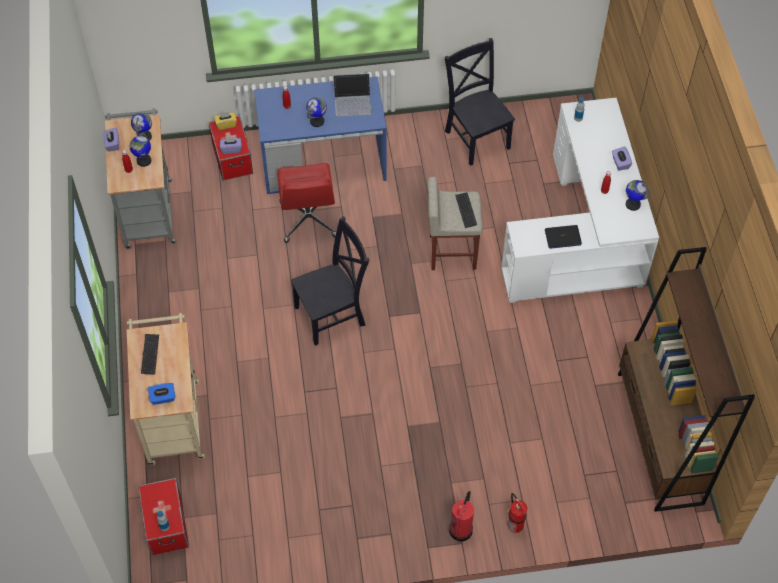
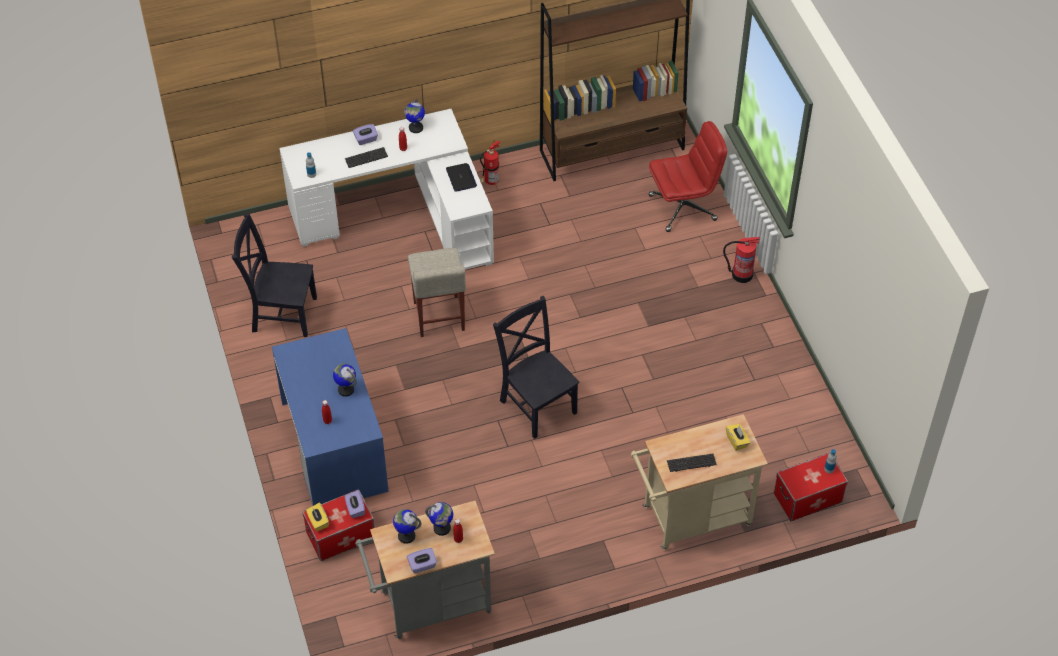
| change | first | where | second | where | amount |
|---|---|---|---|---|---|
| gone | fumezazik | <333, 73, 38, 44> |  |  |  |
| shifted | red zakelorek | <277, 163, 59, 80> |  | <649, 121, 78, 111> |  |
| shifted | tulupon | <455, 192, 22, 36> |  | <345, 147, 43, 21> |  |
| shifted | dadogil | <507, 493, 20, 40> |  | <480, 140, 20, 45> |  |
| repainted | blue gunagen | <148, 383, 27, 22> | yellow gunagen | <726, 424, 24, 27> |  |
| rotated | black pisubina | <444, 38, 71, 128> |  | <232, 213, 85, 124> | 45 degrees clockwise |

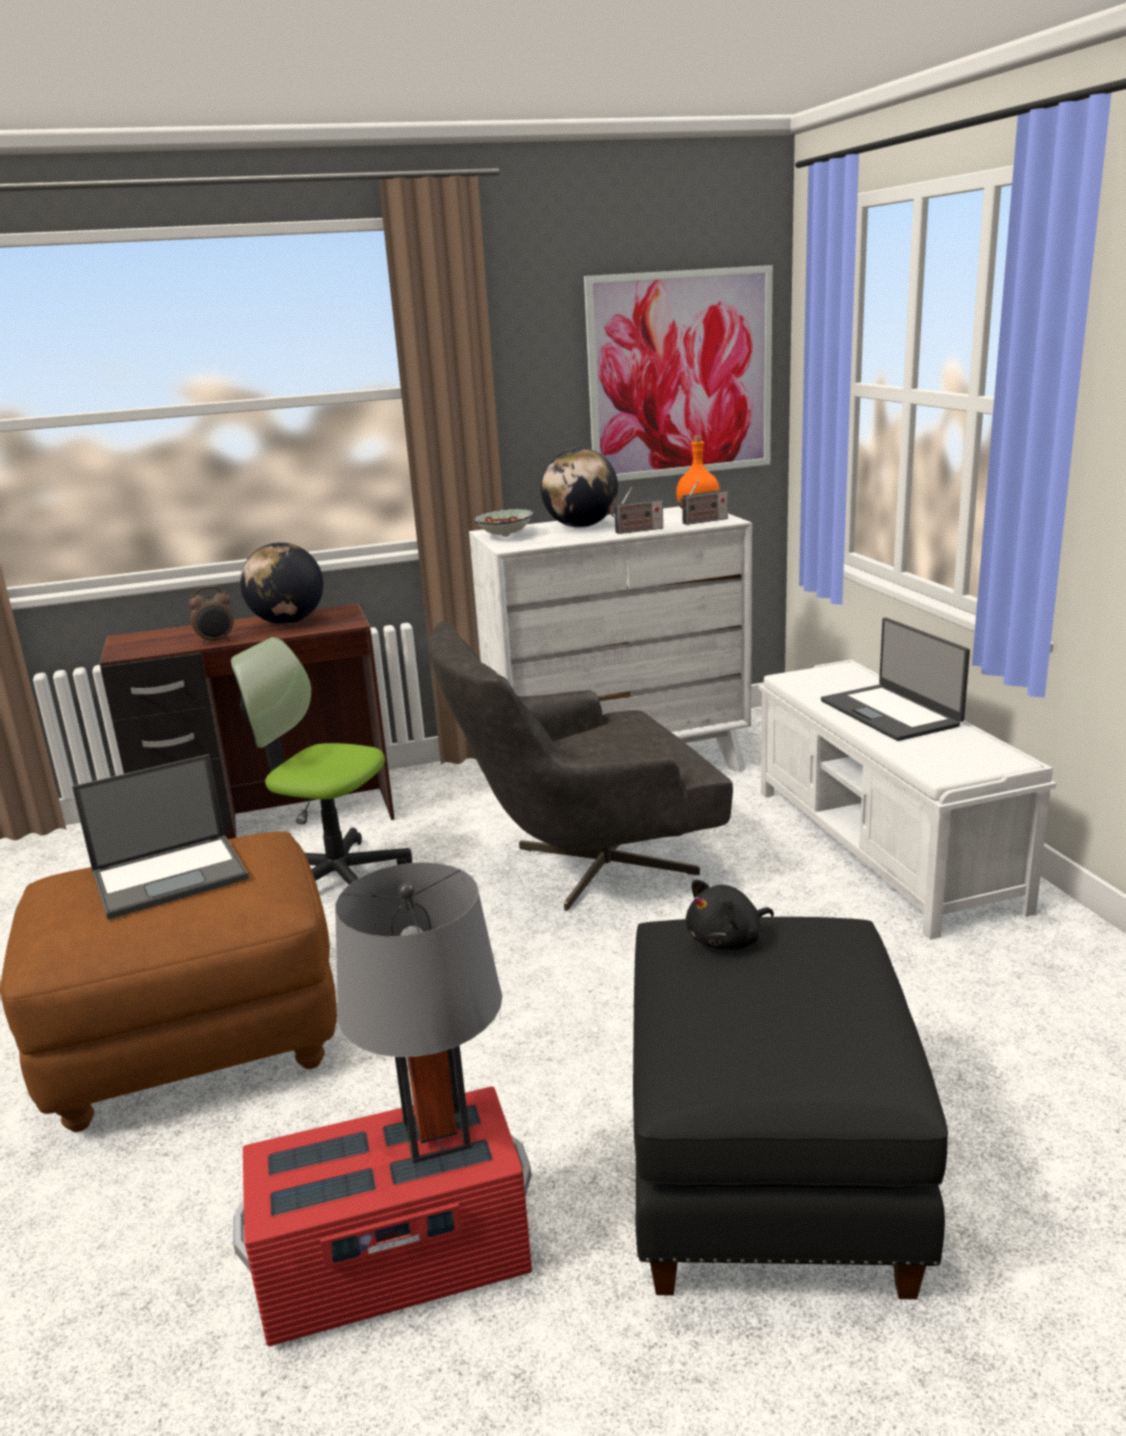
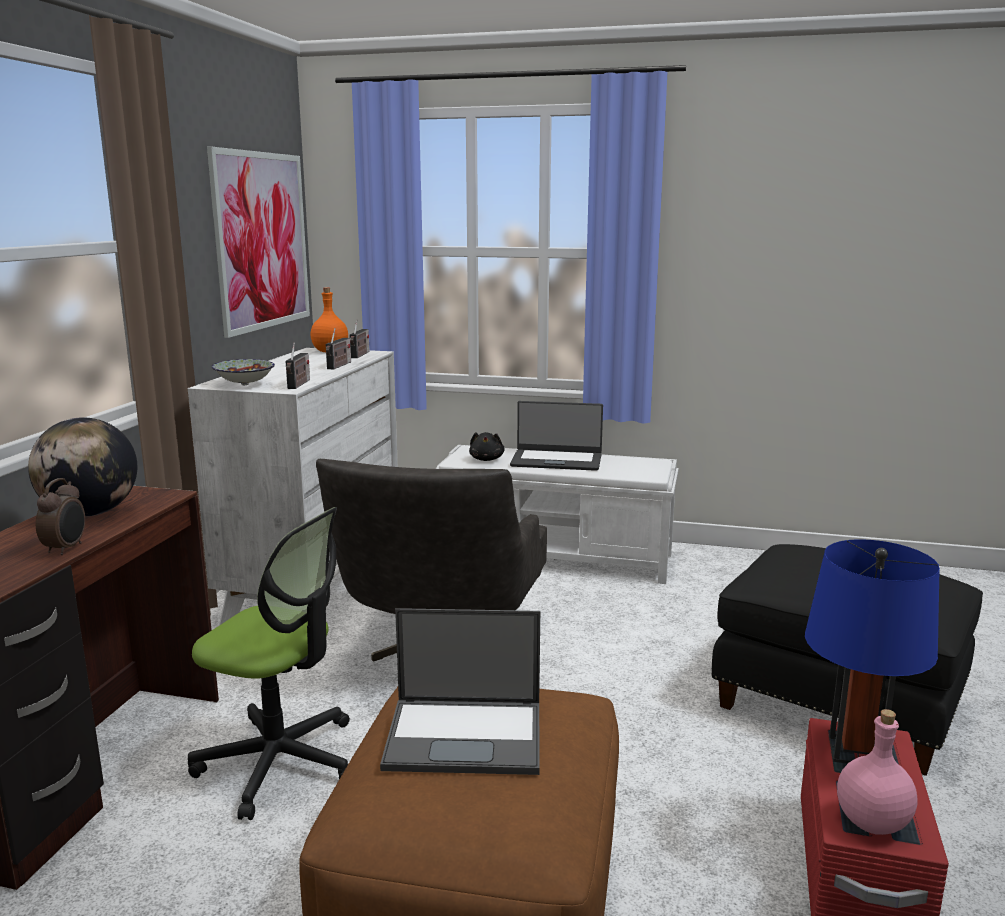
| change | first | where | second | where | amount |
|---|---|---|---|---|---|
| gone | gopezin | <540, 448, 78, 80> |  |  |  |
| new |  |  | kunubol | <285, 343, 25, 46> |  |
| new |  |  | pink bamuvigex | <837, 709, 81, 126> |  |
| shifted | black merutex | <686, 879, 88, 71> |  | <469, 432, 36, 29> |  |
| repainted | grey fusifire | <335, 862, 167, 301> | blue fusifire | <805, 539, 135, 225> |  |
| rotated | fumezazik | <72, 754, 177, 166> |  | <380, 608, 160, 167> | 90 degrees clockwise |
| rotated | zakelorek | <230, 637, 182, 248> |  | <188, 507, 162, 313> | 120 degrees counterclockwise |

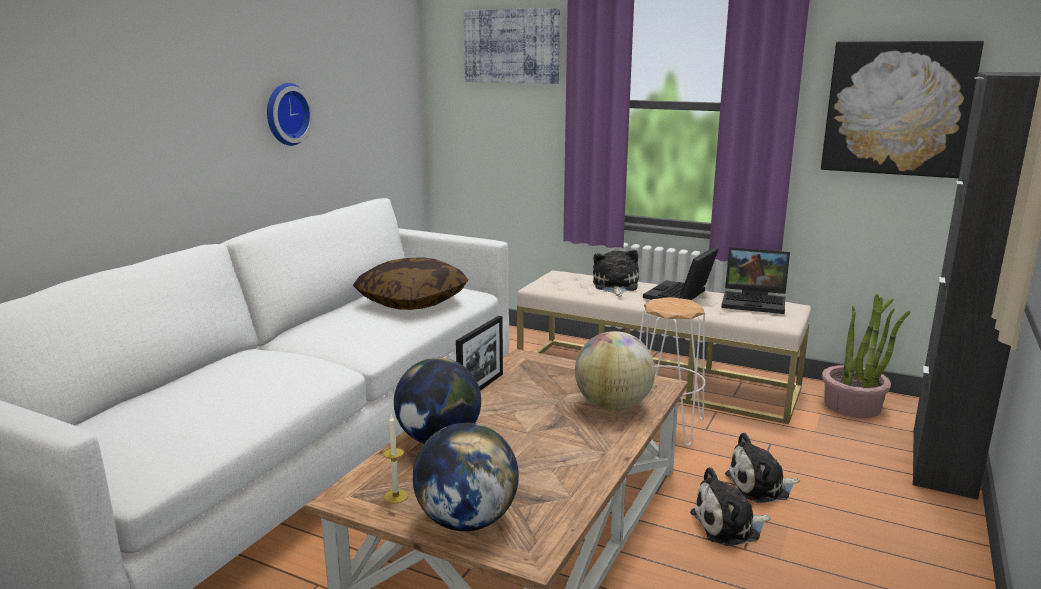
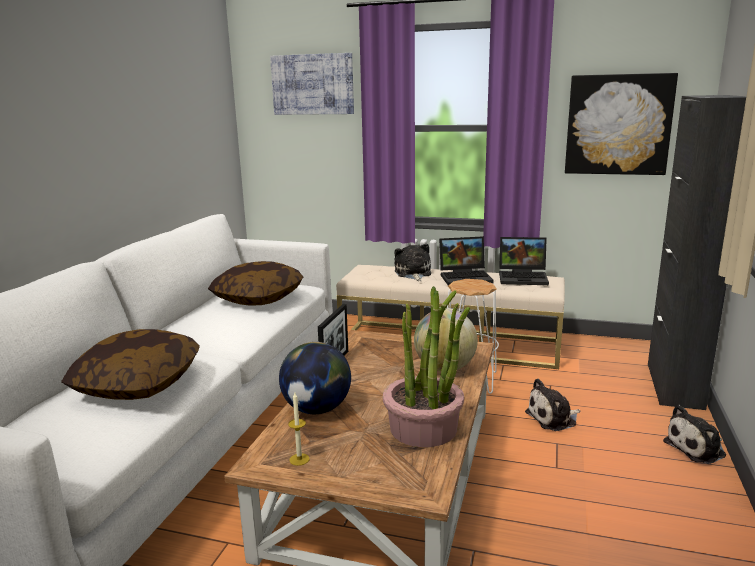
| change | first | where | second | where | amount |
|---|---|---|---|---|---|
| gone | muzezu | <267, 83, 47, 63> |  |  |  |
| gone | gopezin | <413, 423, 106, 108> |  |  |  |
| new |  |  | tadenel | <61, 329, 139, 71> |  |
| shifted | merutex | <690, 467, 81, 79> |  | <663, 405, 63, 59> |  |
| shifted | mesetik | <822, 294, 89, 124> |  | <383, 286, 87, 161> |  |
| rotated | fumezazik | <643, 246, 76, 54> |  | <439, 236, 55, 50> | 120 degrees counterclockwise |

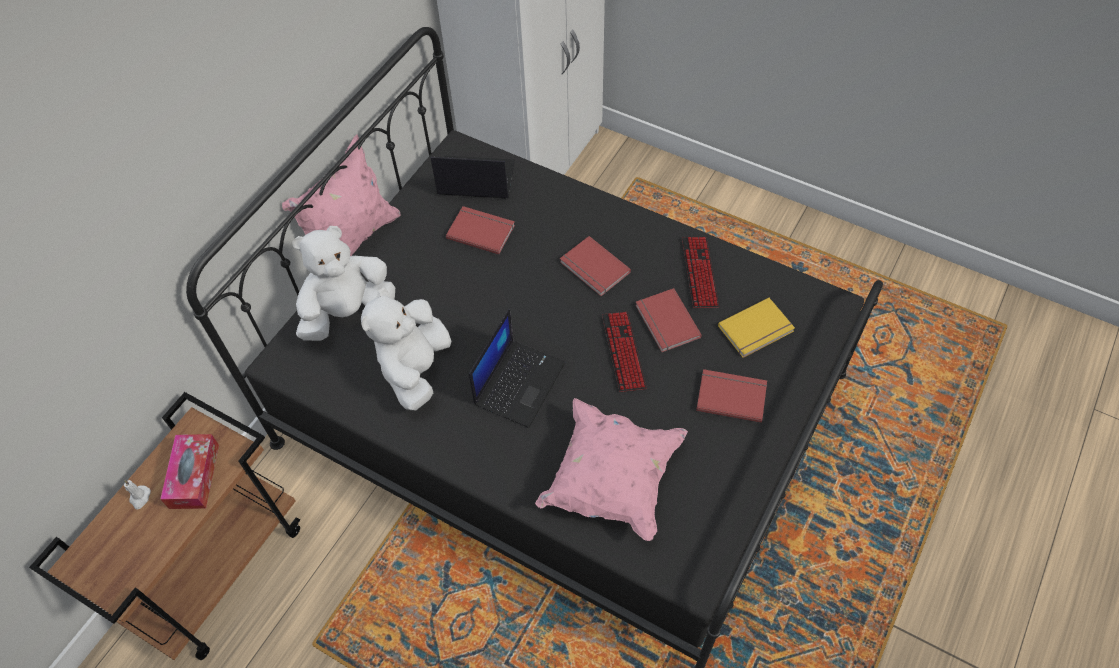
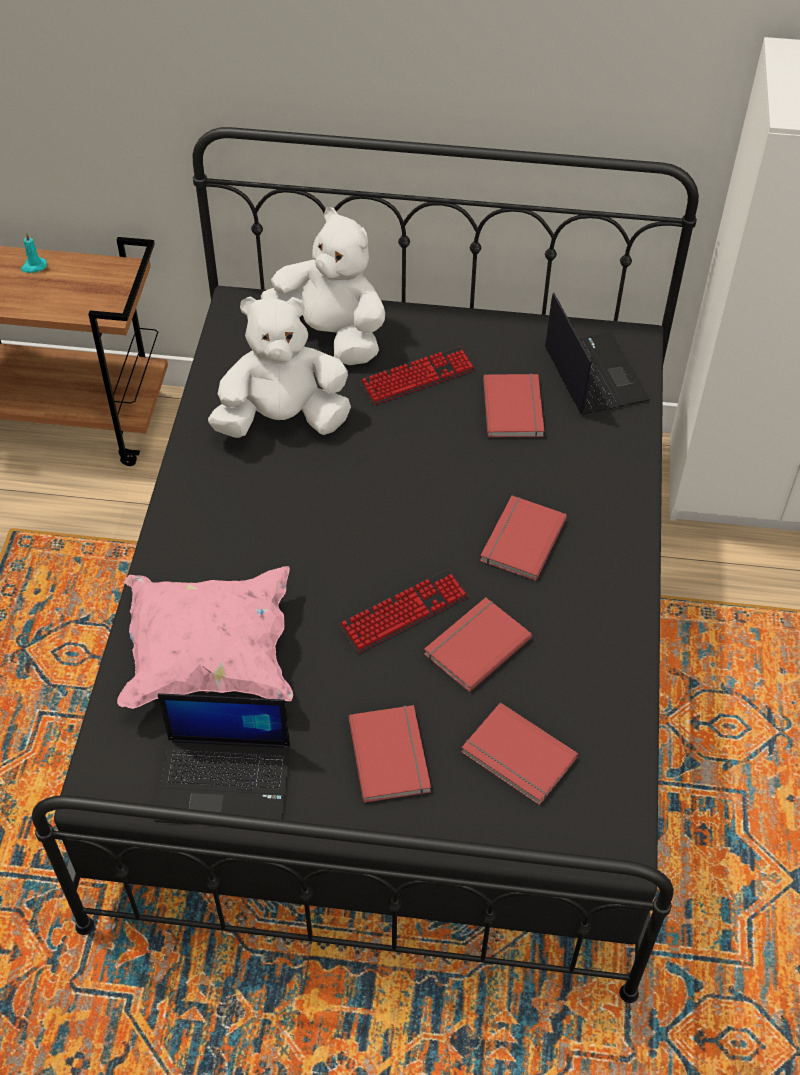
| change | first | where | second | where | amount |
|---|---|---|---|---|---|
| gone | gunagen | <160, 434, 59, 75> |  |  |  |
| gone | pink tadenel | <282, 135, 118, 121> |  |  |  |
| shifted | fumezazik | <469, 309, 96, 119> |  | <154, 693, 136, 132> |  |
| shifted | tulupon | <682, 237, 37, 71> |  | <359, 346, 117, 59> |  |
| repainted | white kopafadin | <124, 480, 27, 30> | turquoise kopafadin | <21, 233, 26, 40> |  |
| repainted | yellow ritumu | <718, 298, 77, 60> | red ritumu | <461, 703, 117, 102> |  |

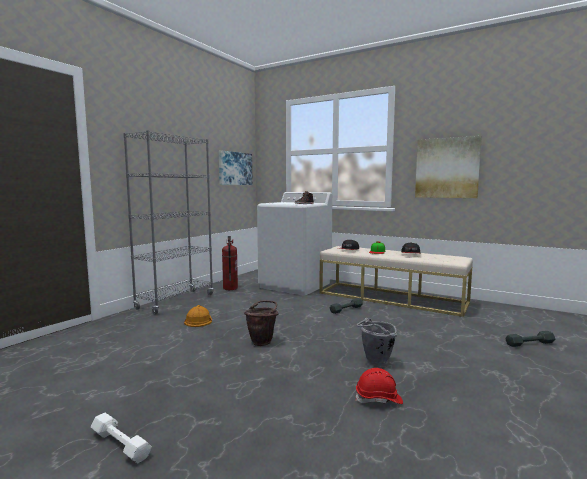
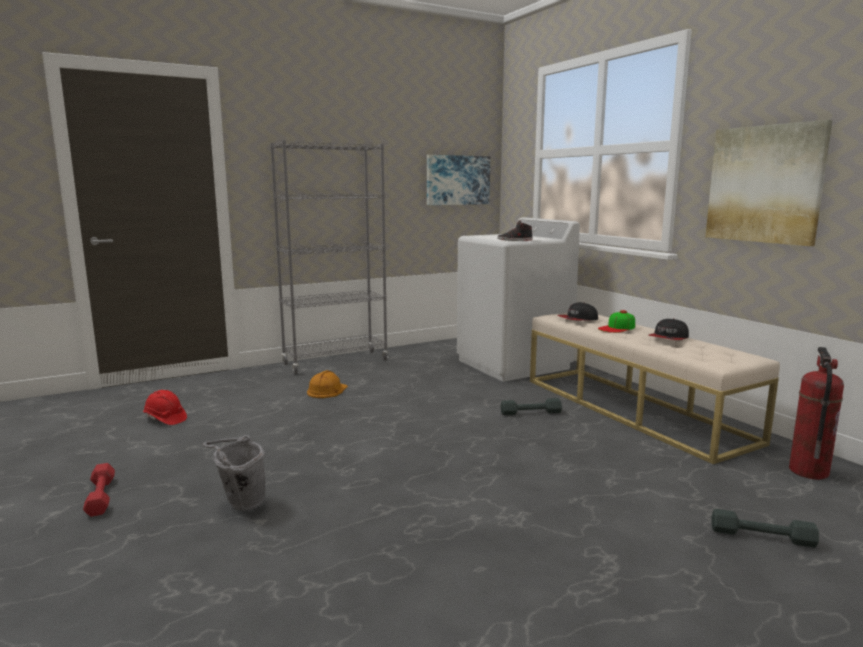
| change | first | where | second | where | amount |
|---|---|---|---|---|---|
| gone | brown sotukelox | <244, 300, 35, 46> |  |  |  |
| shifted | dadogil | <222, 236, 16, 54> |  | <789, 347, 55, 133> |  |
| shifted | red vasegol | <355, 368, 48, 36> |  | <143, 390, 44, 35> |  |
| shifted | grey sotukelox | <357, 318, 40, 47> |  | <203, 435, 62, 75> |  |
| repainted | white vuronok | <91, 413, 61, 51> | red vuronok | <83, 463, 32, 54> |  |

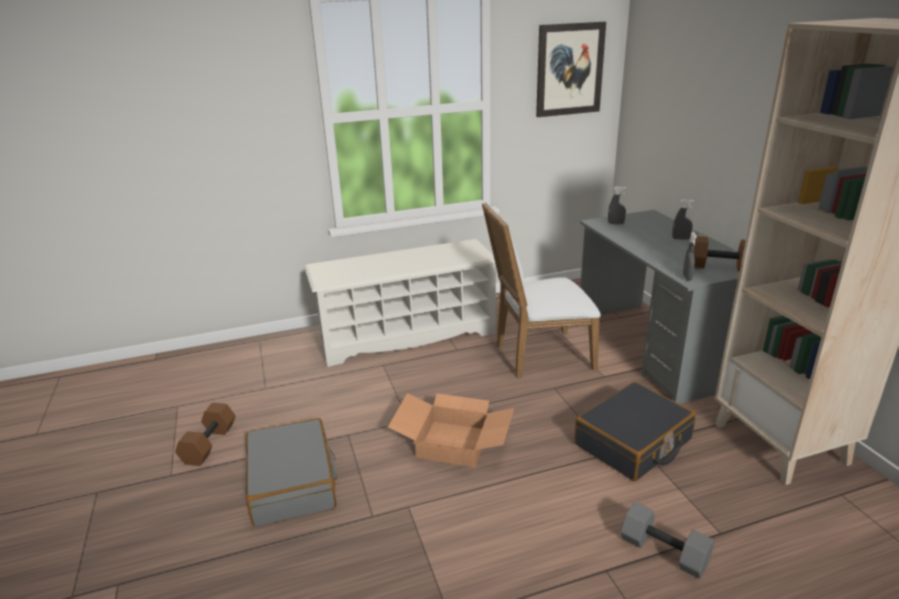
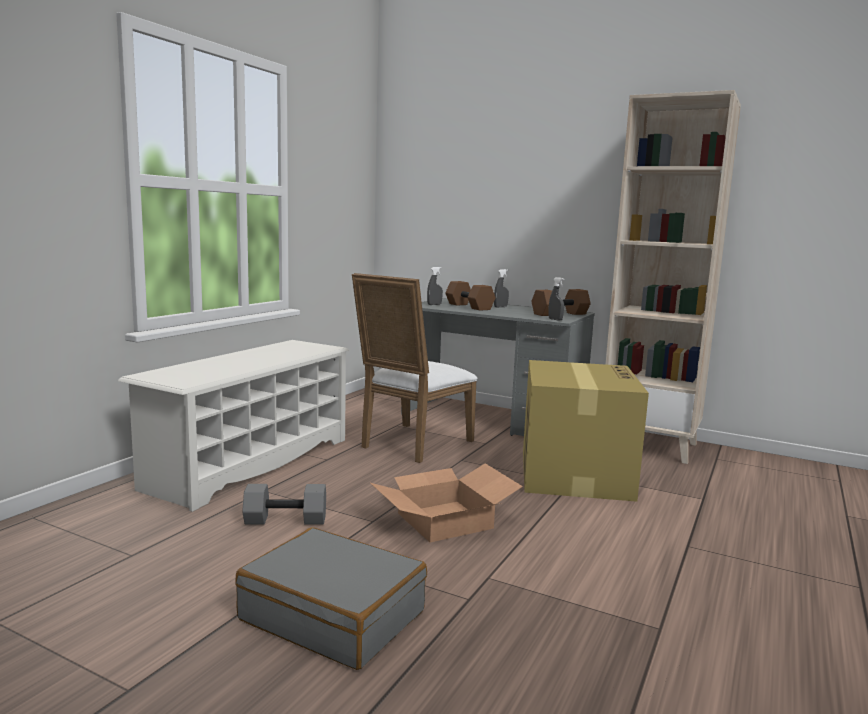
| change | first | where | second | where | amount |
|---|---|---|---|---|---|
| gone | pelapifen | <536, 22, 70, 95> |  |  |  |
| shifted | brown vuronok | <175, 403, 61, 63> |  | <445, 281, 51, 30> |  |
| shifted | grey vuronok | <621, 502, 93, 77> |  | <242, 484, 84, 41> |  |
| swapped | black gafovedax | <574, 382, 122, 99> | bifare | <523, 360, 126, 142> |  |

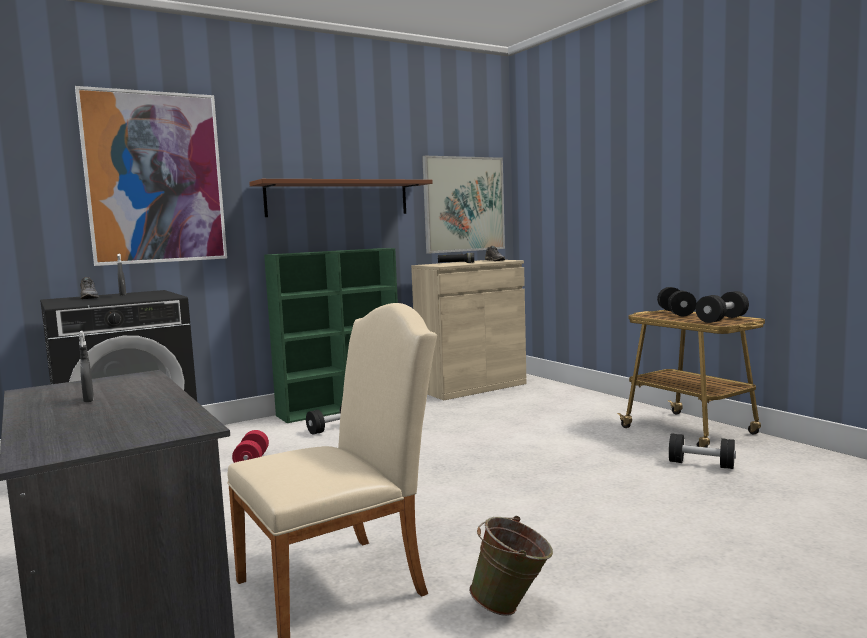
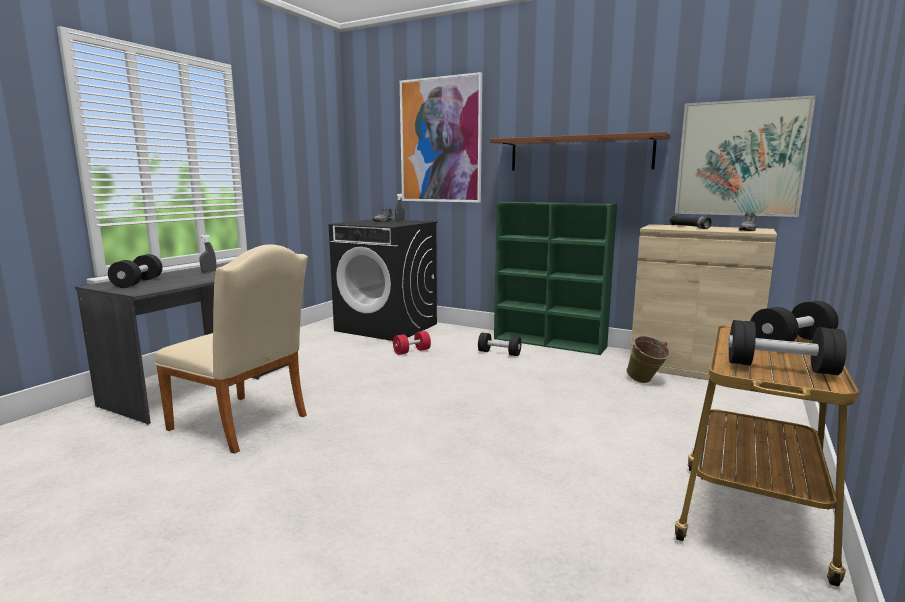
| change | first | where | second | where | amount |
|---|---|---|---|---|---|
| shifted | green sotukelox | <469, 516, 84, 100> |  | <626, 336, 44, 47> |  |
| shifted | black vuronok | <669, 433, 67, 36> |  | <108, 254, 55, 34> |  |

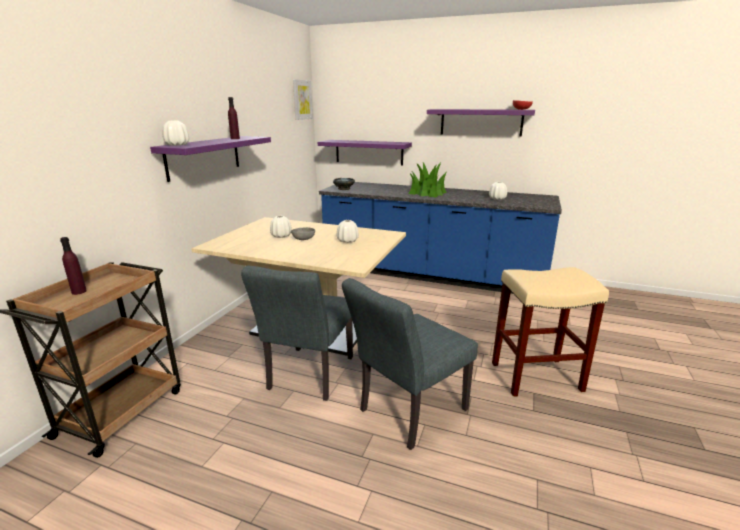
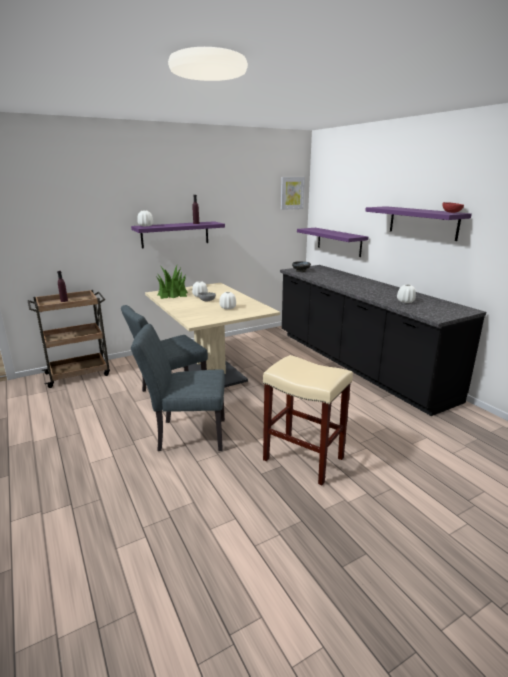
| change | first | where | second | where | amount |
|---|---|---|---|---|---|
| shifted | mesetik | <408, 162, 39, 35> |  | <157, 265, 31, 34> |  |
| repainted | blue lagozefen | <319, 182, 243, 112> | black lagozefen | <280, 265, 206, 151> |  |

